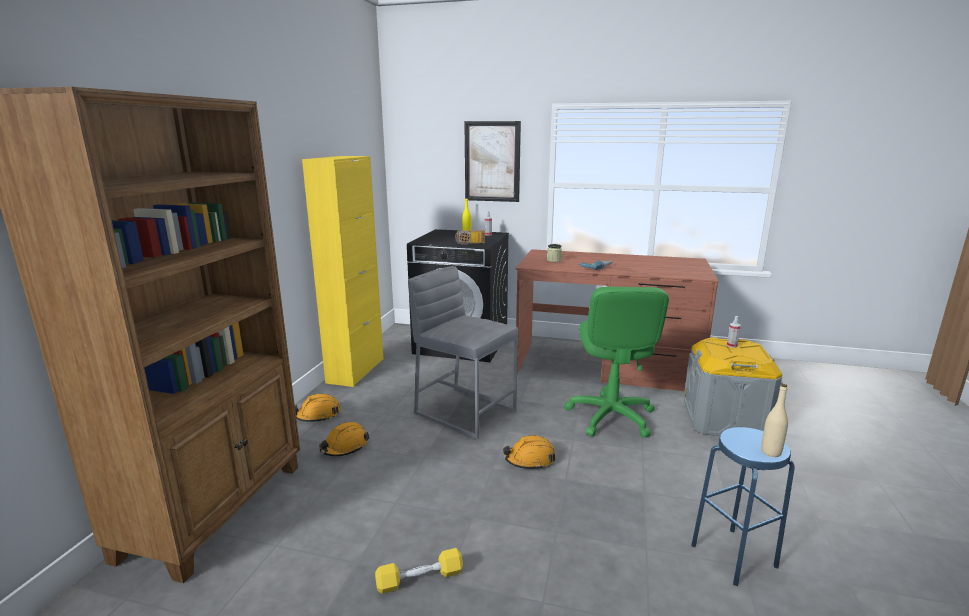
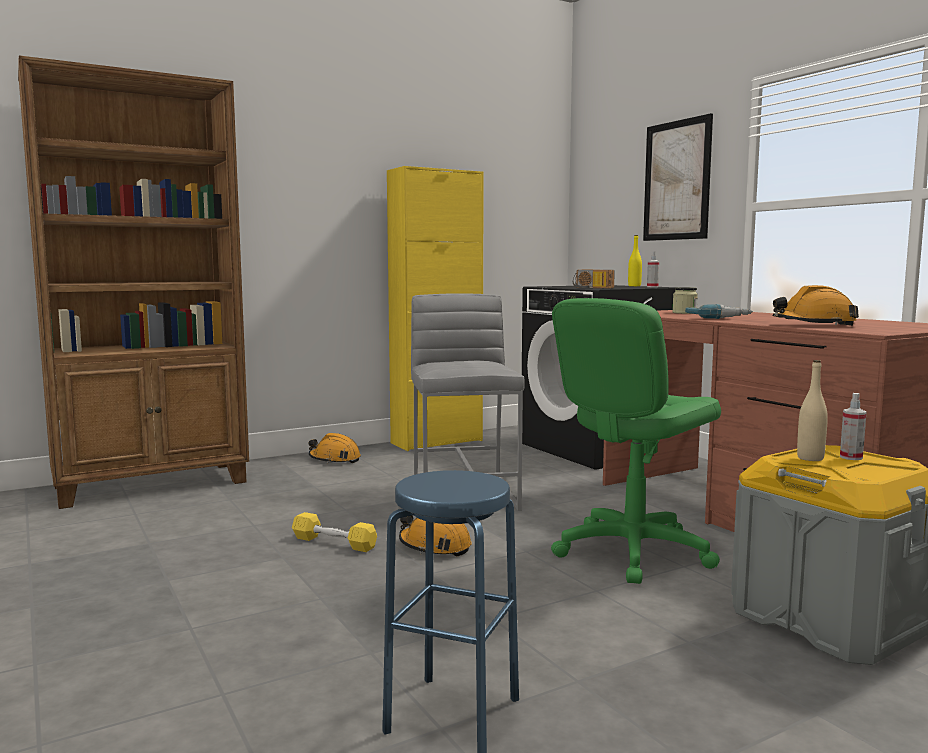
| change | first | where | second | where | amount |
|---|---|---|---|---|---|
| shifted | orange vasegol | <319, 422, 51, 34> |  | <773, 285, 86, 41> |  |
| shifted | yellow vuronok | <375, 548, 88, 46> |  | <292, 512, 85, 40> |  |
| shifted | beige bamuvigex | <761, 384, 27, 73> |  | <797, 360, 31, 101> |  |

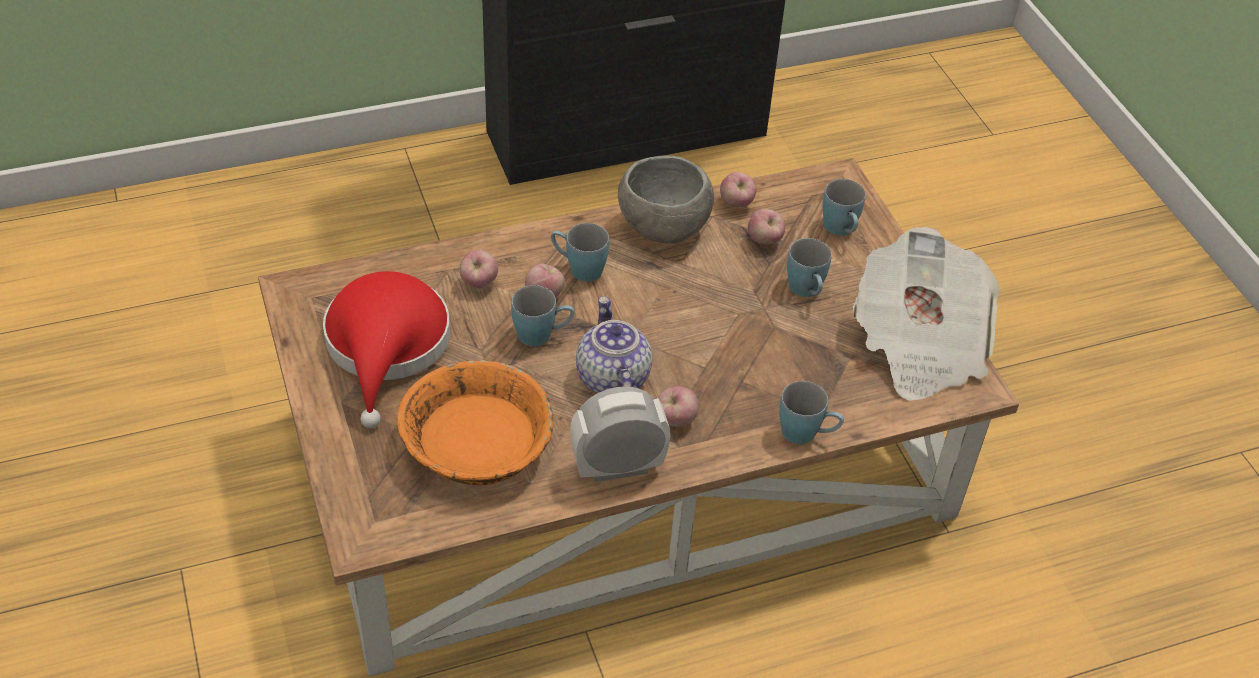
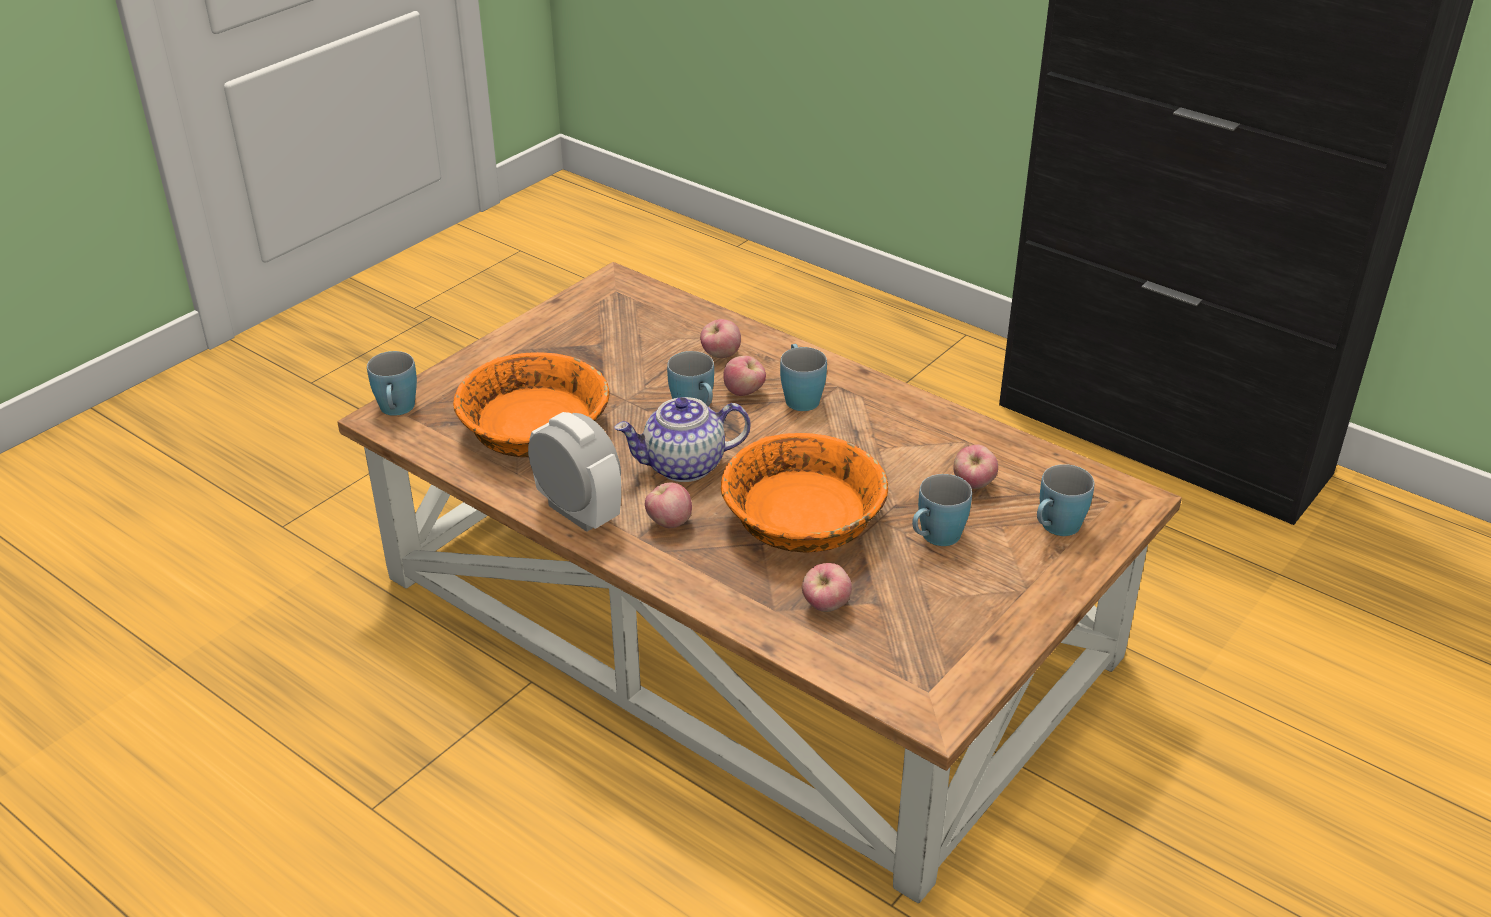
| change | first | where | second | where | amount |
|---|---|---|---|---|---|
| gone | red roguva | <323, 271, 127, 157> |  |  |  |
| gone | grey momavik | <618, 156, 96, 88> |  |  |  |
| gone | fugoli | <853, 227, 147, 174> |  |  |  |
| new |  |  | orange momavik | <721, 433, 167, 120> |  |
| shifted | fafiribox | <720, 172, 36, 35> |  | <802, 563, 50, 49> |  |
| shifted | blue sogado | <779, 381, 65, 63> |  | <367, 351, 50, 65> |  |
| rotated | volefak | <576, 296, 76, 97> |  | <614, 397, 136, 85> | 150 degrees counterclockwise |

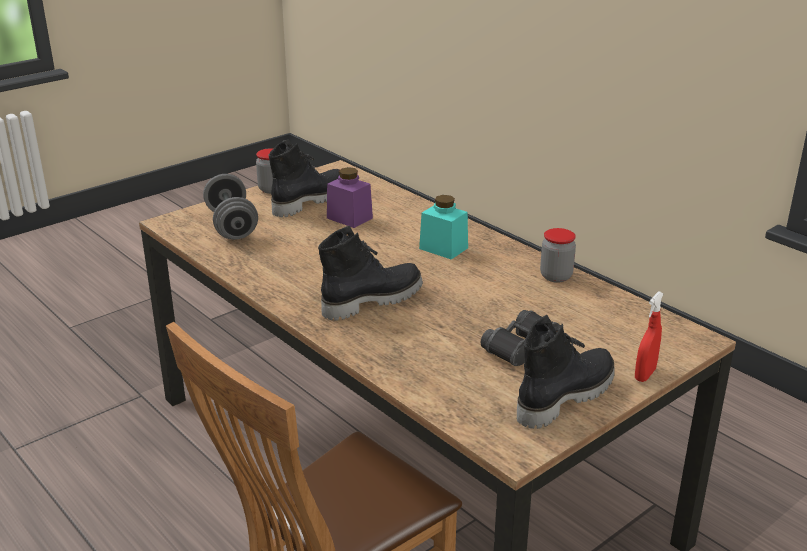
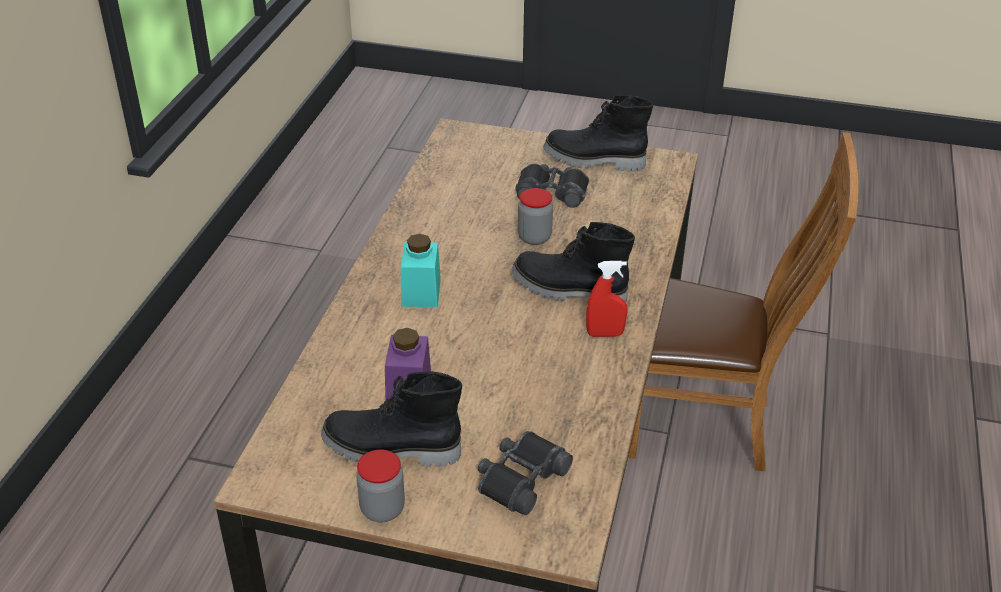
| change | first | where | second | where | amount |
|---|---|---|---|---|---|
| shifted | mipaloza | <540, 228, 36, 55> |  | <518, 188, 35, 57> |  |
| shifted | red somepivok | <635, 291, 28, 91> |  | <586, 261, 42, 76> |  |
| swapped | grey vuronok | <203, 174, 55, 66> | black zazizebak | <478, 431, 95, 84> |  |

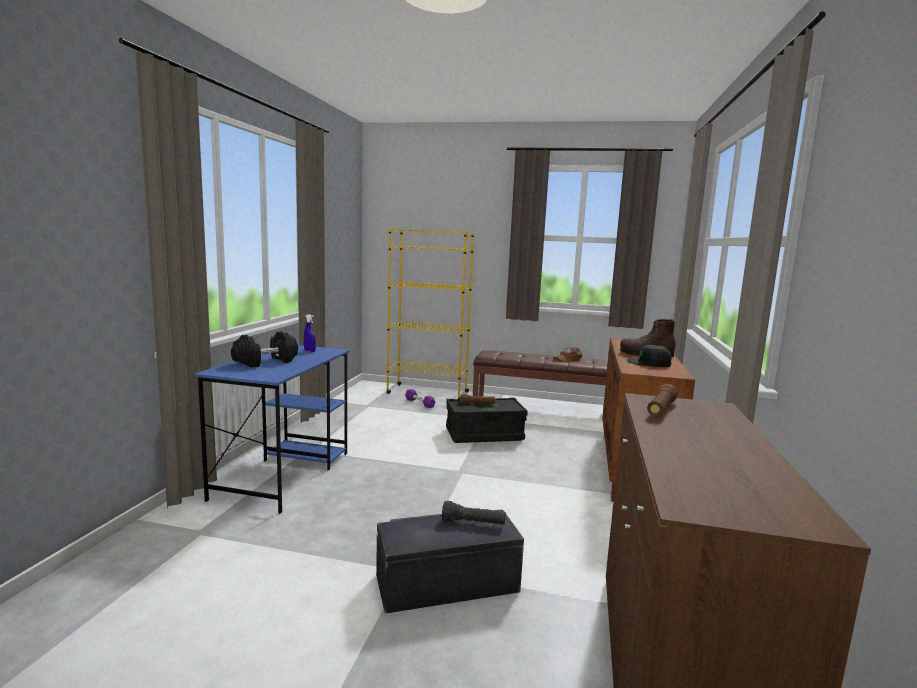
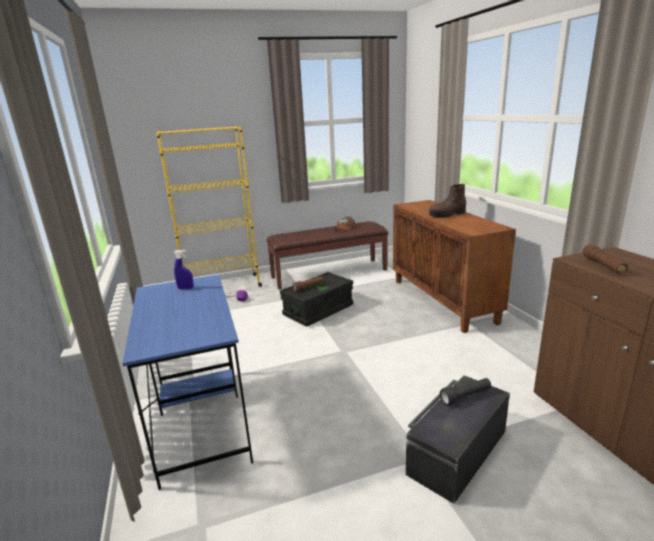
| change | first | where | second | where | amount |
|---|---|---|---|---|---|
| gone | black vuronok | <231, 331, 67, 37> |  |  |  |
| gone | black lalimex | <627, 345, 45, 22> |  |  |  |

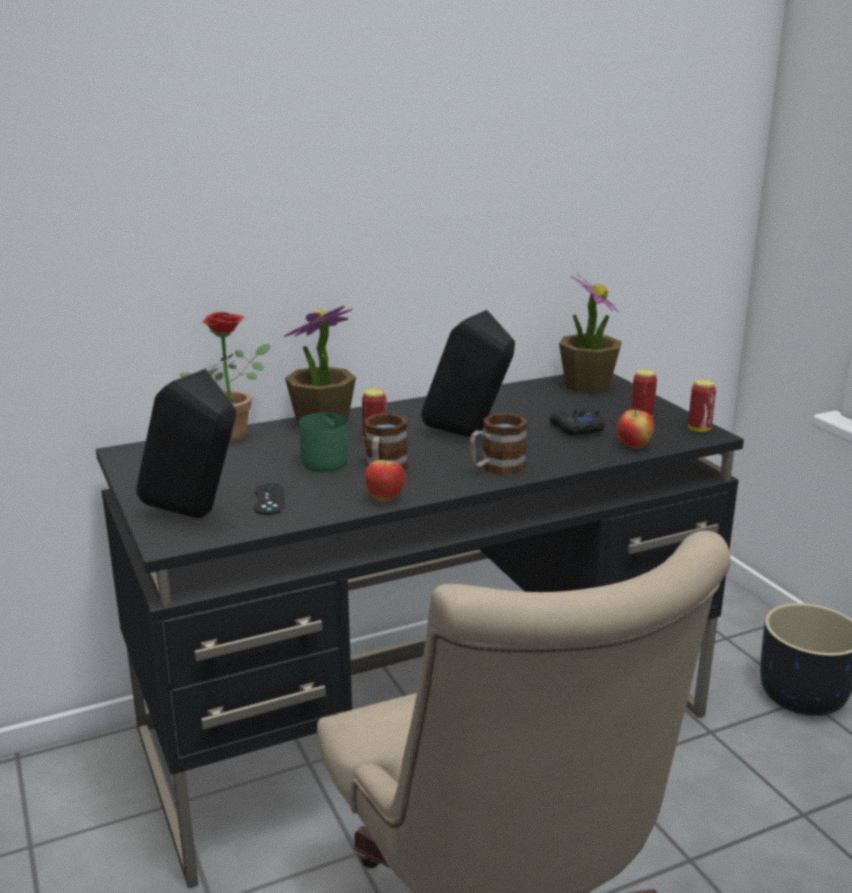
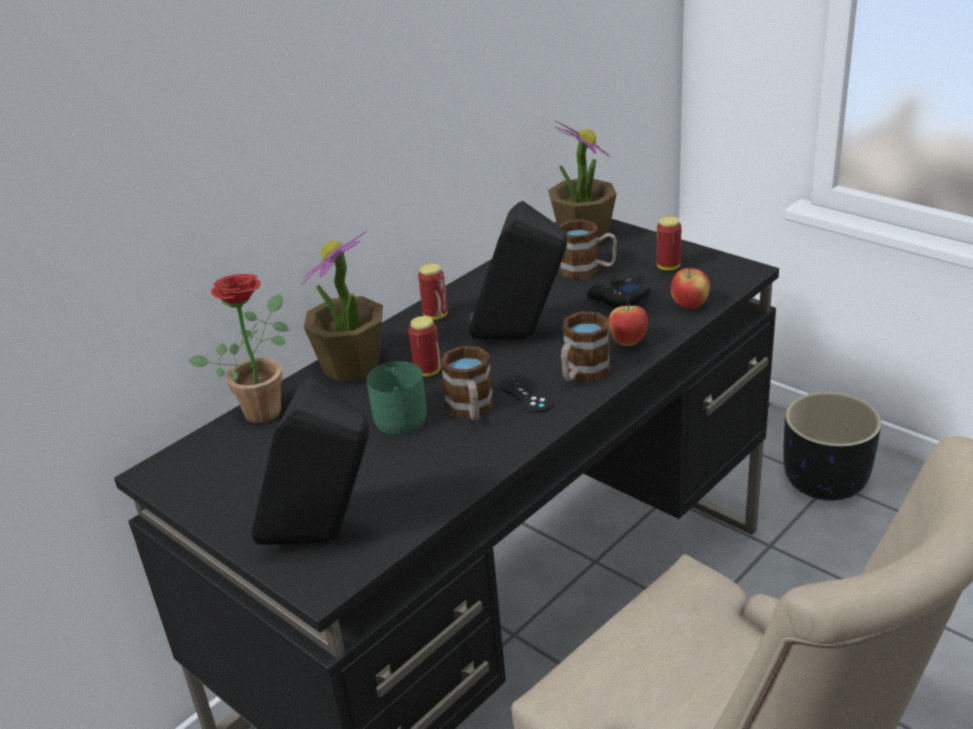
| change | first | where | second | where | amount |
|---|---|---|---|---|---|
| new |  |  | sogado | <559, 219, 58, 60> |  |
| shifted | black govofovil | <254, 483, 31, 32> |  | <500, 375, 54, 38> |  |
| shifted | fafiribox | <365, 453, 40, 48> |  | <609, 299, 39, 47> |  |
| shifted | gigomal | <688, 379, 28, 53> |  | <418, 263, 30, 57> |  |

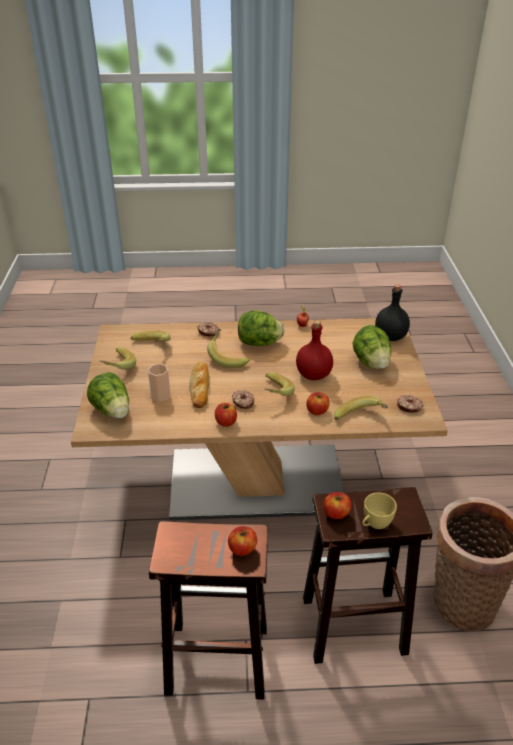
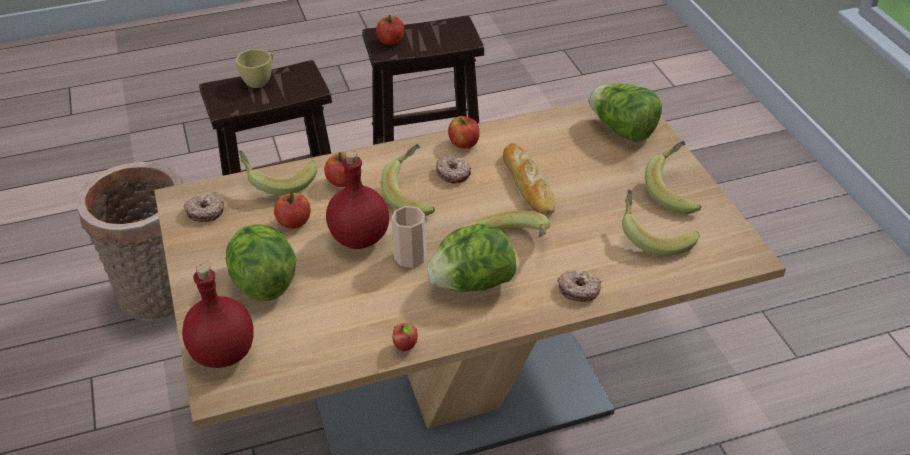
| change | first | where | second | where | amount |
|---|---|---|---|---|---|
| shifted | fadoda | <148, 364, 23, 38> |  | <391, 206, 36, 62> |  |
| shifted | fafiribox | <323, 492, 28, 27> |  | <274, 193, 37, 36> |  |
| repainted | black bamuvigex | <375, 284, 35, 57> | red bamuvigex | <182, 264, 72, 104> |  |

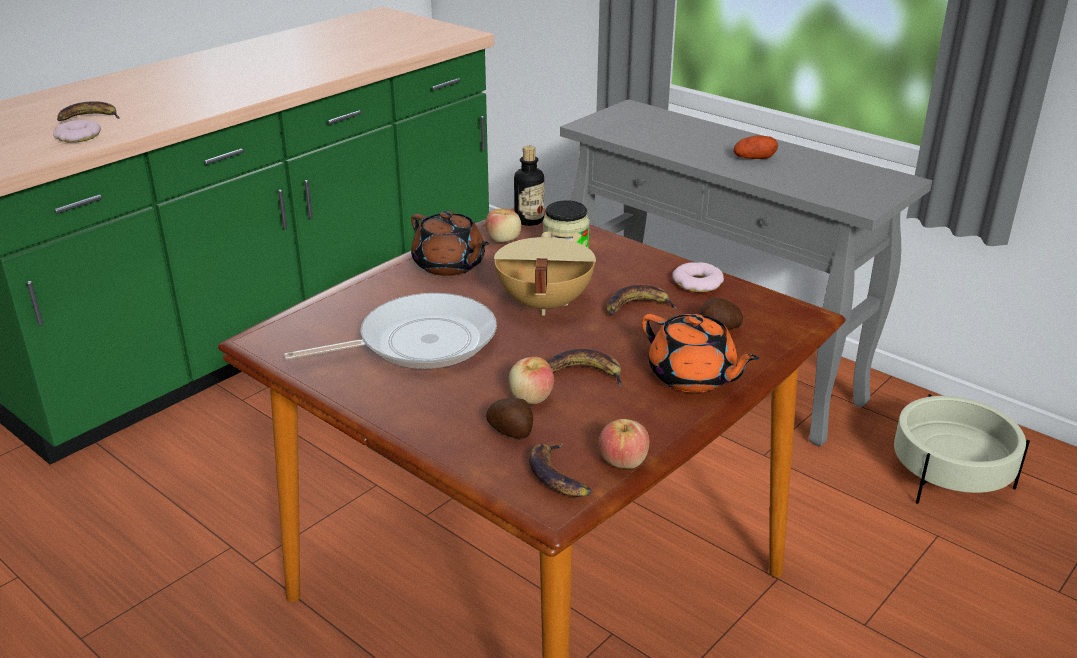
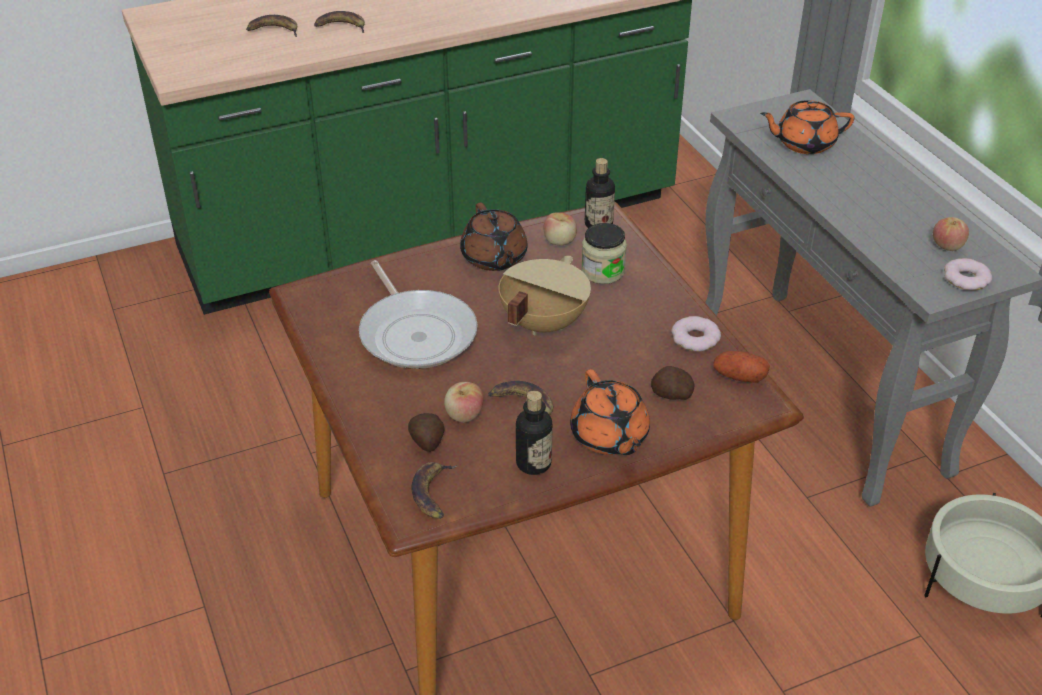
| change | first | where | second | where | amount |
|---|---|---|---|---|---|
| new |  |  | bamuvigex | <516, 391, 37, 84> |  |
| new |  |  | orange volefak | <760, 100, 94, 54> |  |
| shifted | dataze | <53, 120, 48, 23> |  | <944, 258, 48, 32> |  |
| shifted | fafiribox | <598, 419, 51, 50> |  | <933, 217, 36, 34> |  |
| shifted | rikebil | <606, 285, 72, 30> |  | <314, 11, 51, 22> |  |
| shifted | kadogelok | <733, 135, 45, 24> |  | <714, 351, 56, 32> |  |
| rotated | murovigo | <284, 293, 213, 76> |  | <359, 260, 118, 109> | 60 degrees clockwise |

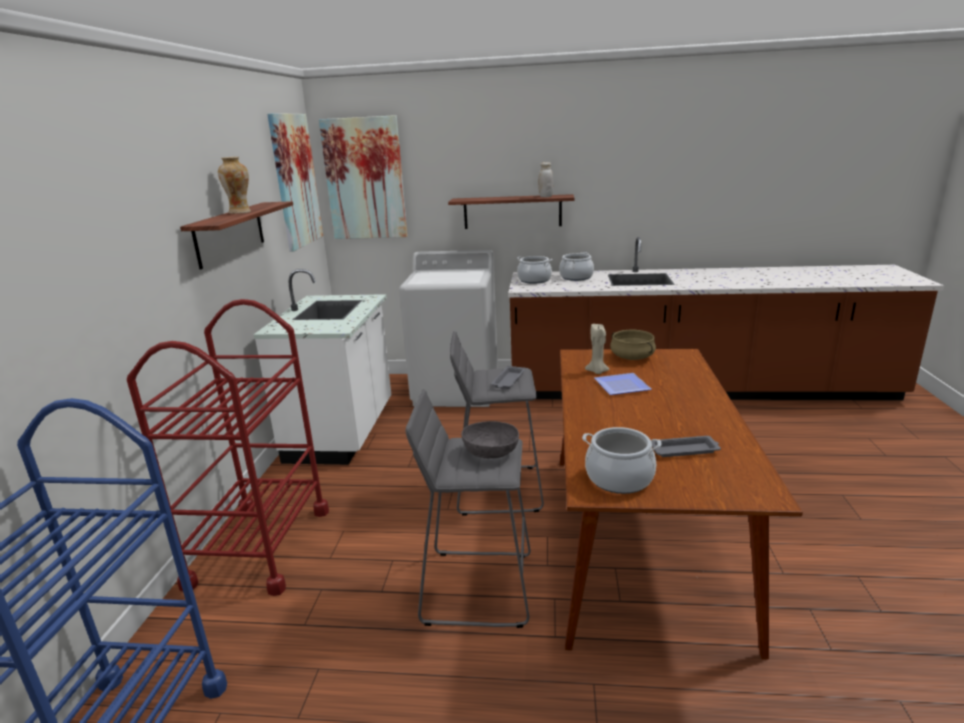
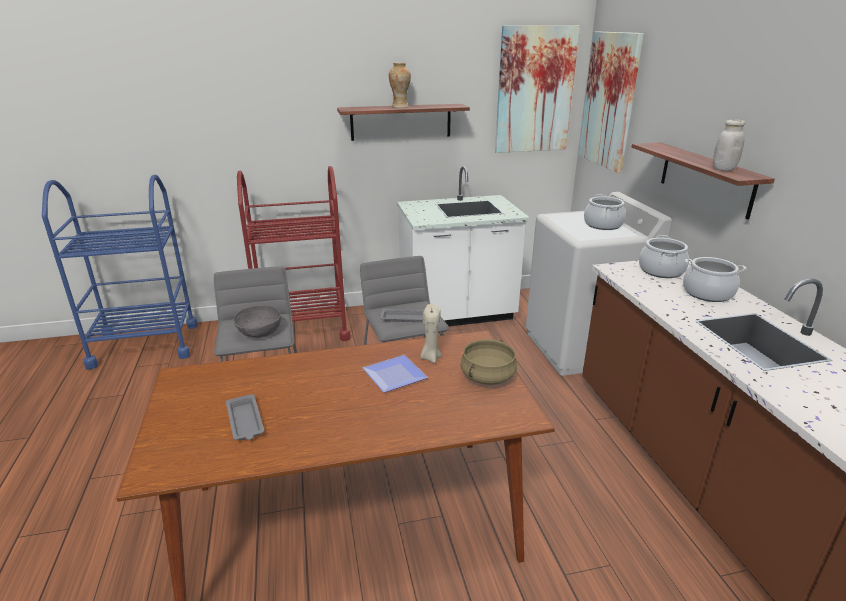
| change | first | where | second | where | amount |
|---|---|---|---|---|---|
| shifted | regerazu | <582, 427, 80, 67> |  | <584, 194, 42, 36> |  |

